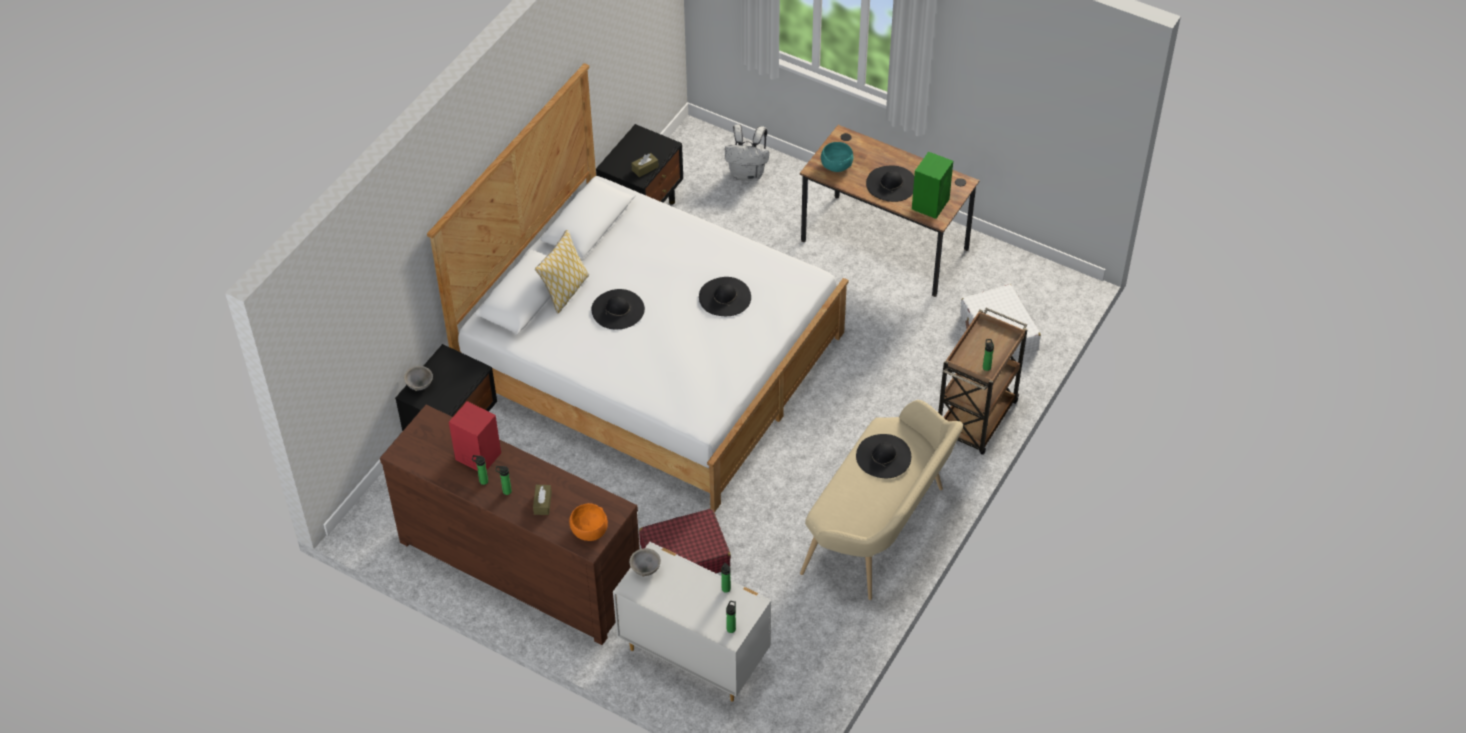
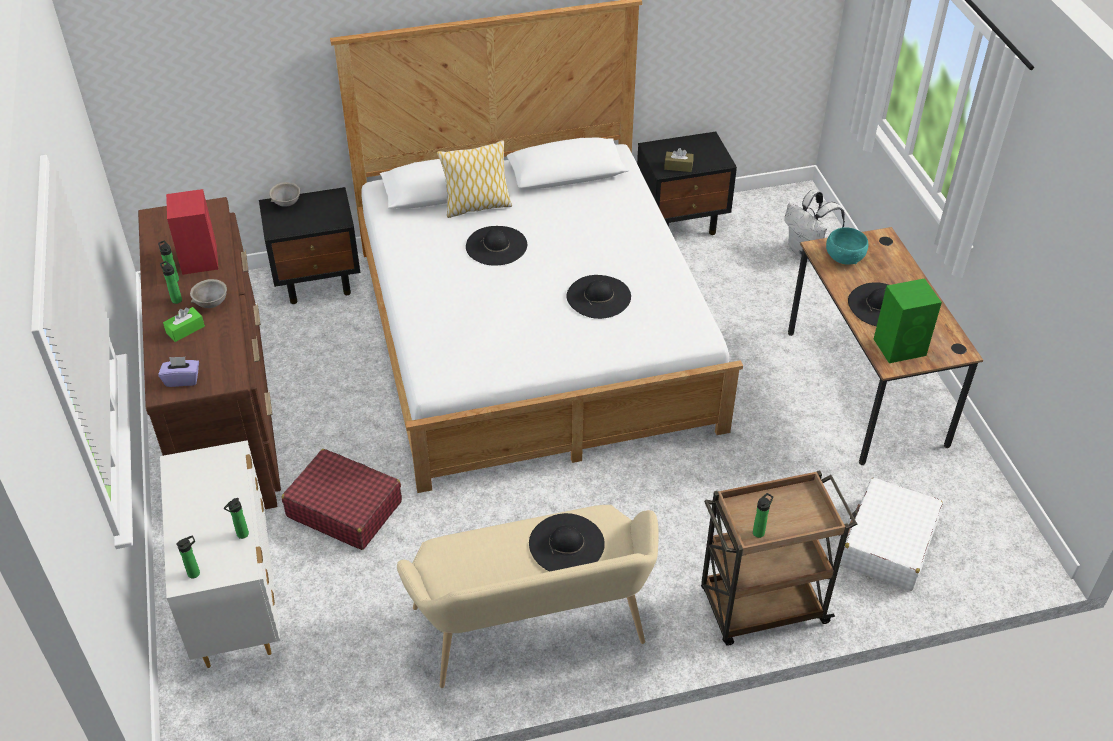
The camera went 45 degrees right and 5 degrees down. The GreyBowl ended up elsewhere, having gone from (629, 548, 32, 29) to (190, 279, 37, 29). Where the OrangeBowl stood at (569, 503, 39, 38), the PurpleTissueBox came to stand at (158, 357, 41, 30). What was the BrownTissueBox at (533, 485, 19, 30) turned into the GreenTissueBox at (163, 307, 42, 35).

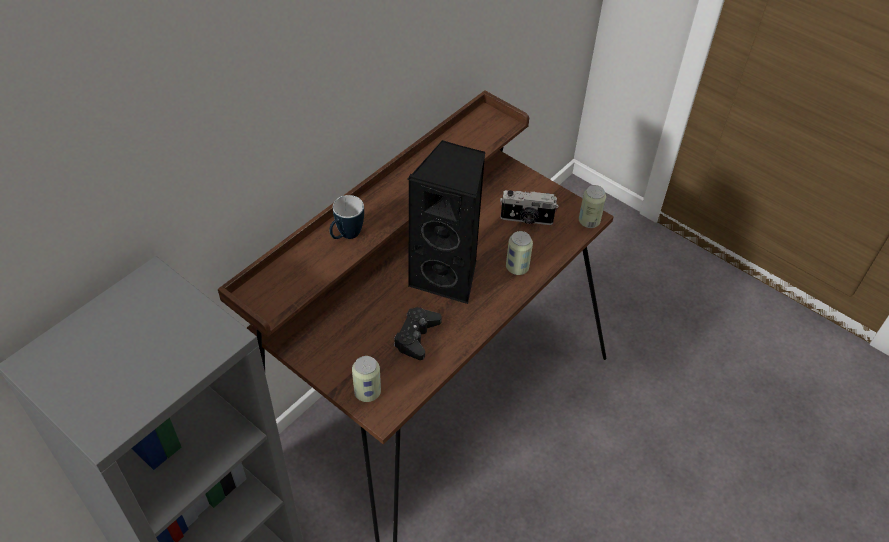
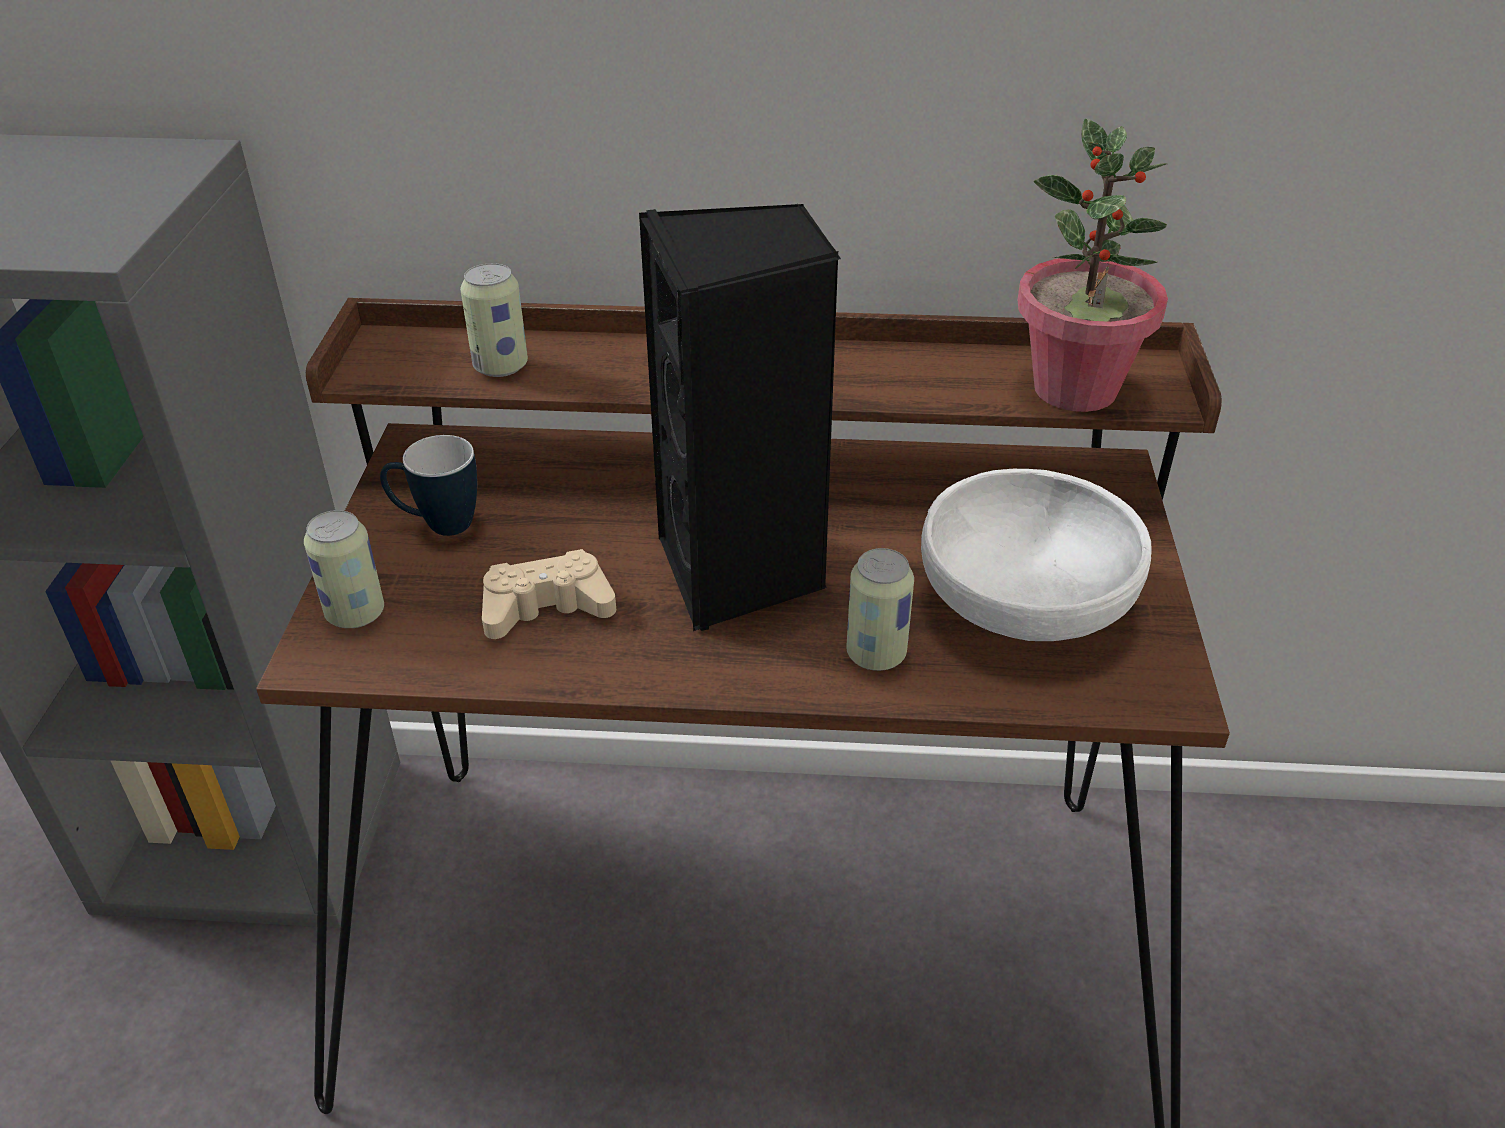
The camera went 55 degrees right and 10 degrees down. The second view gained the PottedPlant at (1017, 119, 151, 293). The Mug ended up elsewhere, having gone from (329, 195, 35, 44) to (380, 435, 97, 101). The Can ended up elsewhere, having gone from (579, 185, 27, 43) to (460, 263, 68, 114). Where the PhotoCamera stood at (500, 190, 58, 35), the WhiteBowl came to stand at (921, 469, 230, 172). What was the BlackGameController at (394, 307, 48, 53) turned into the BeigeGameController at (482, 549, 134, 90).

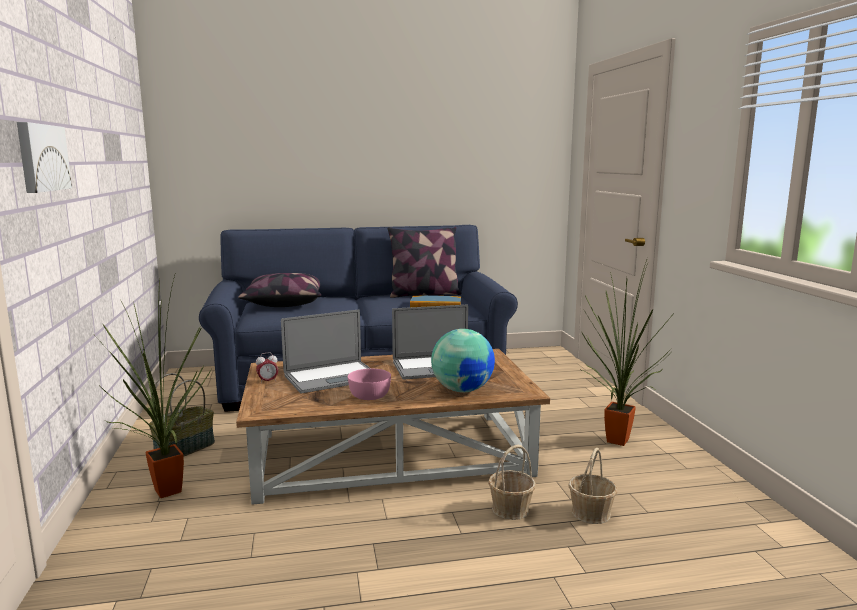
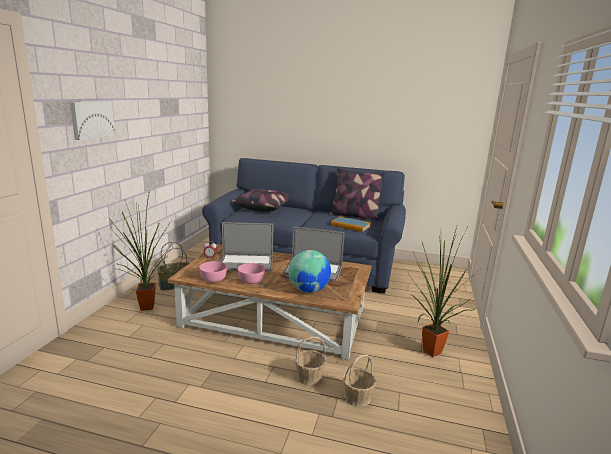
The camera went 25 degrees right and 5 degrees up. The second view gained the PinkBowl at (199, 261, 28, 21).

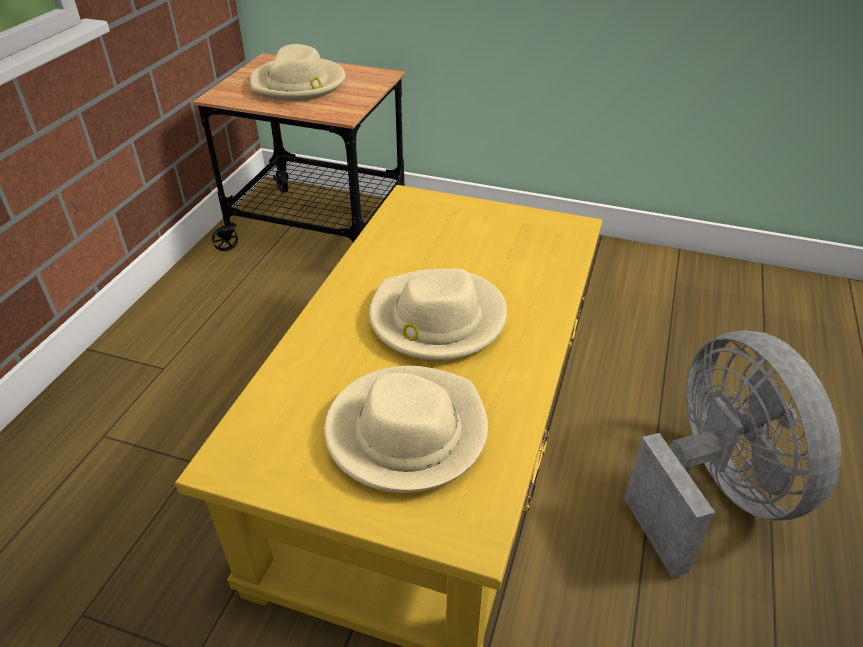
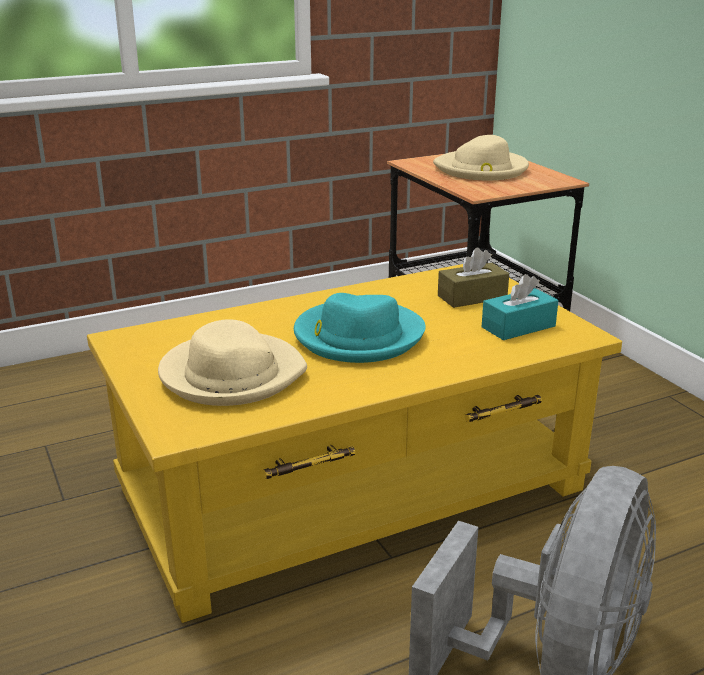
The camera went 45 degrees right and 15 degrees down. The second view gained the BrownTissueBox at (438, 248, 71, 60). The second view gained the TurquoiseTissueBox at (482, 274, 76, 66). What was the BeigeHat at (369, 268, 138, 93) turned into the TurquoiseHat at (294, 293, 132, 70).

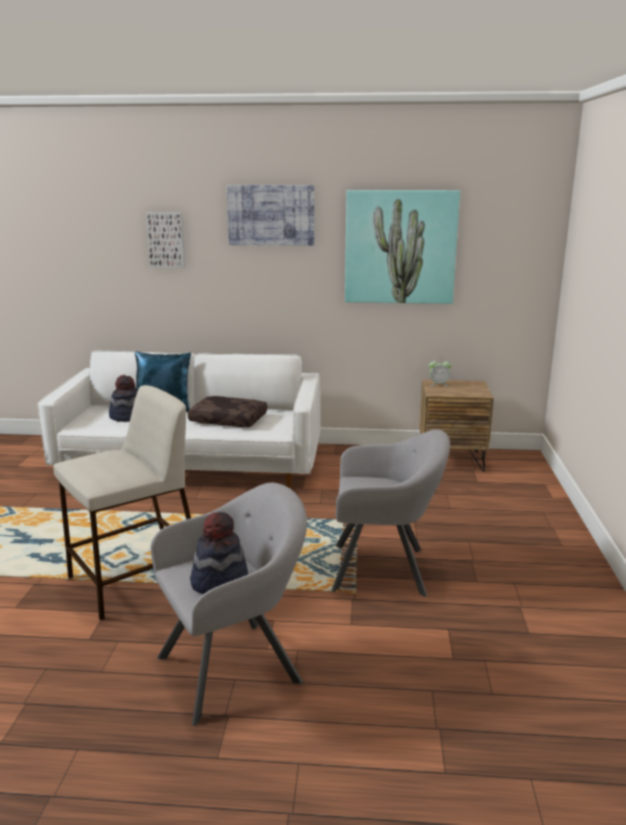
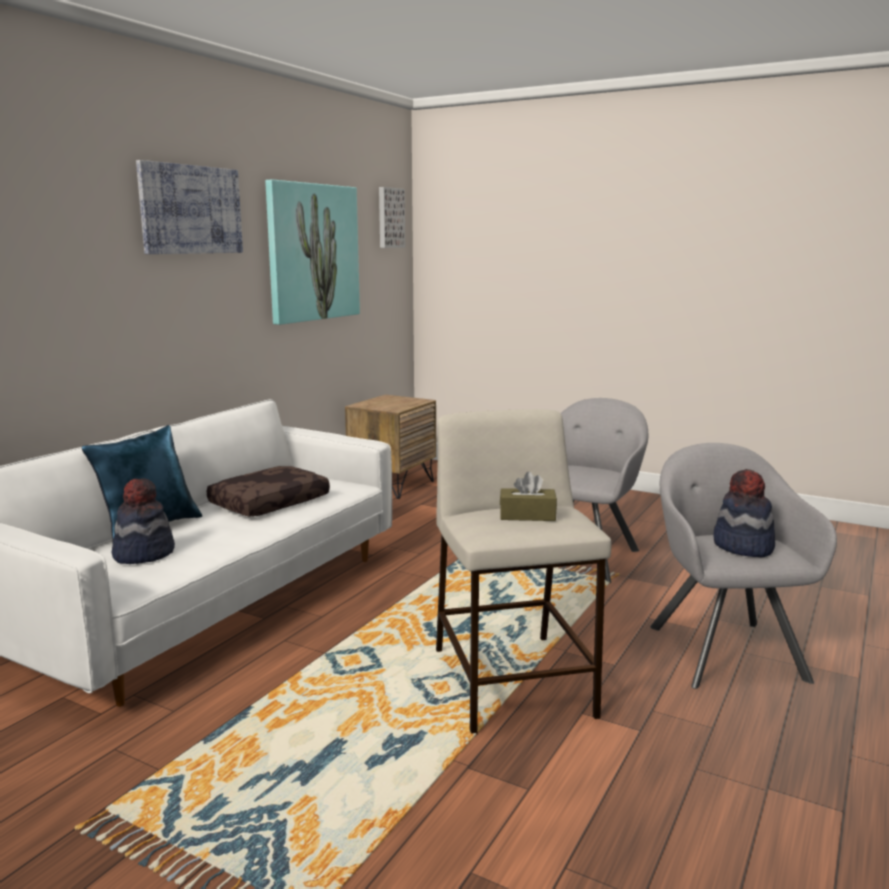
The camera went 65 degrees left and 5 degrees down. The second view lost the AlarmClock at (429, 357, 23, 30). The second view gained the BrownTissueBox at (500, 472, 57, 49). The Picture ended up elsewhere, having gone from (146, 213, 39, 55) to (379, 187, 26, 61).

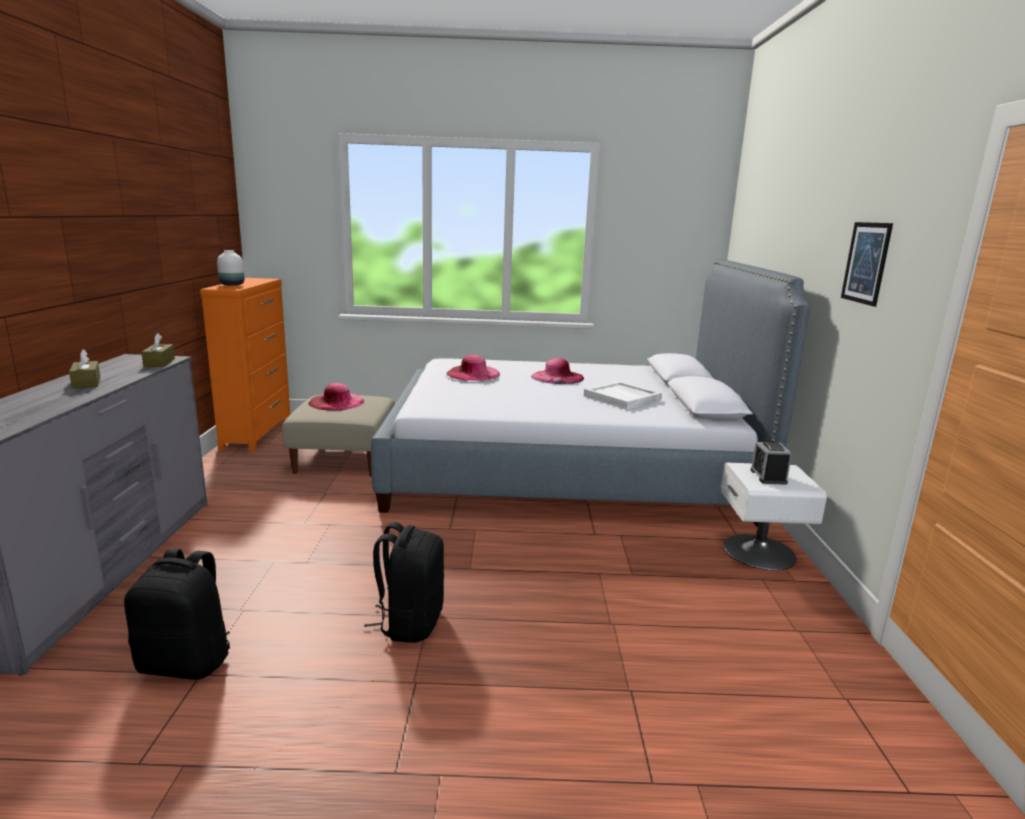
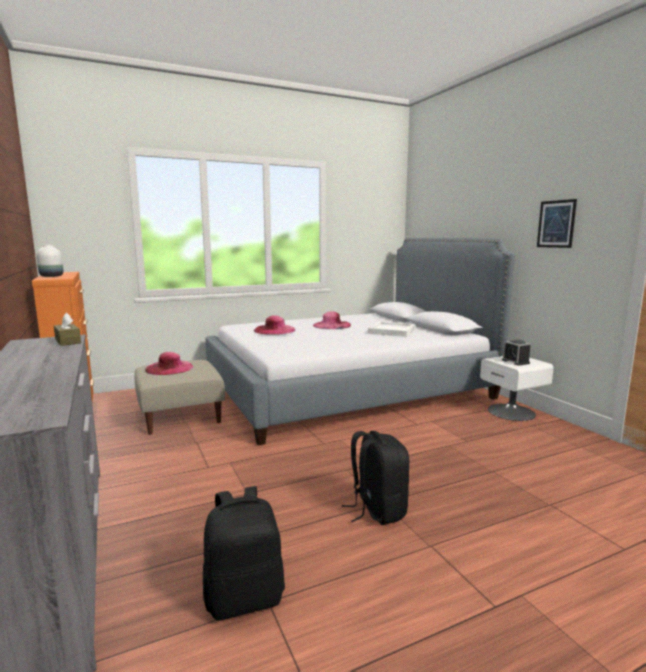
The camera went 25 degrees left and 5 degrees down. The second view lost the BrownTissueBox at (69, 349, 31, 40).

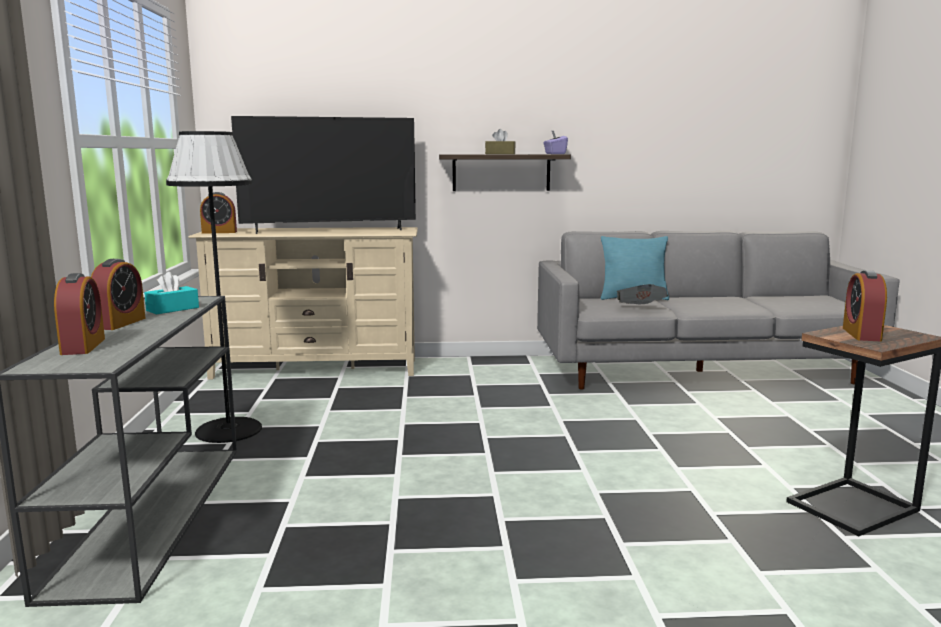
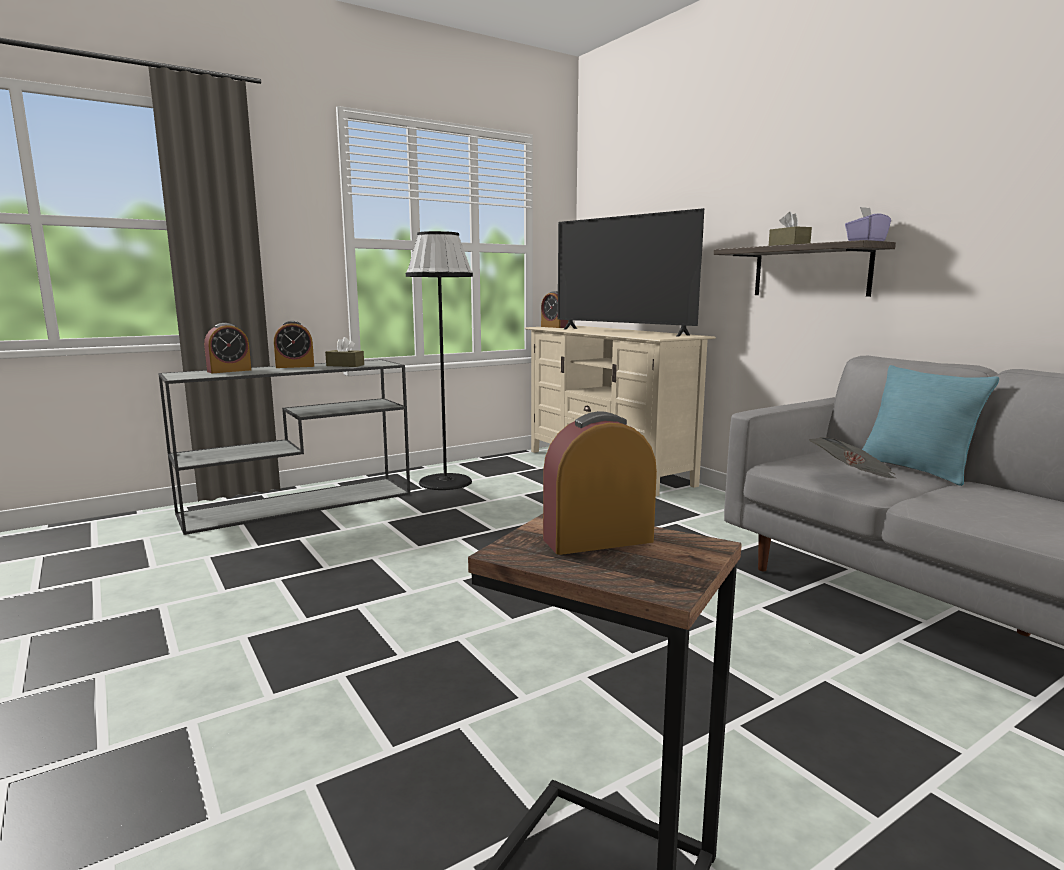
The camera went 60 degrees right and 0 degrees up. What was the TurquoiseTissueBox at (144, 272, 55, 42) turned into the BrownTissueBox at (325, 337, 39, 30).

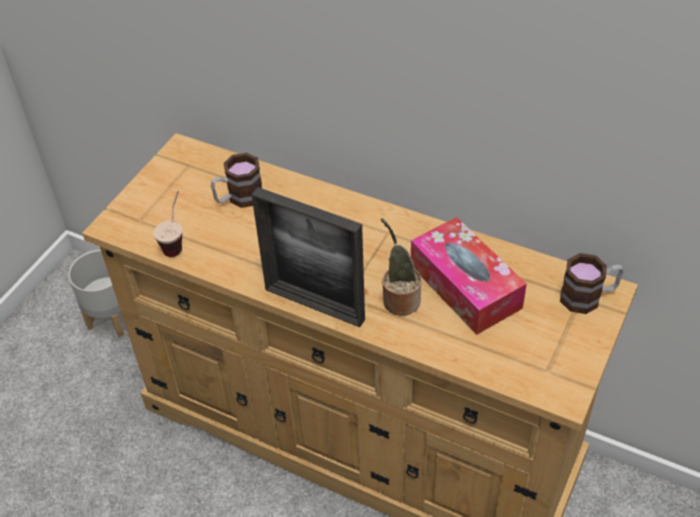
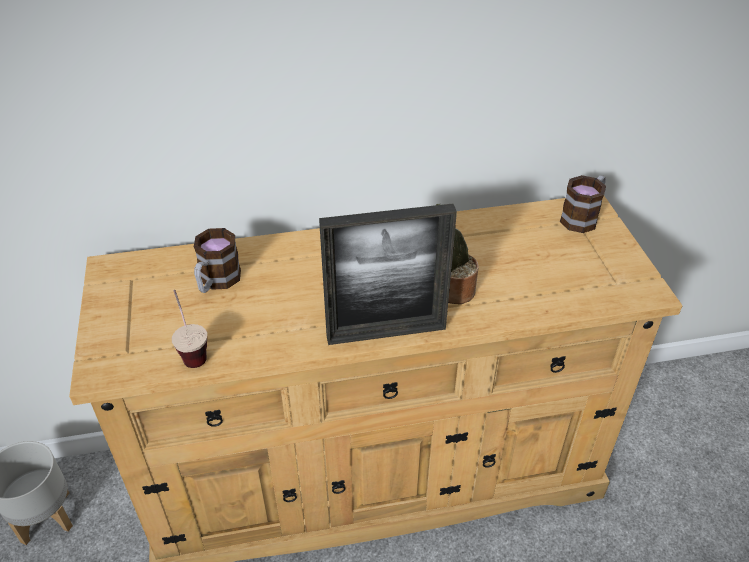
The camera went 40 degrees left and 5 degrees down. The second view lost the TissueBox at (411, 217, 116, 118).

